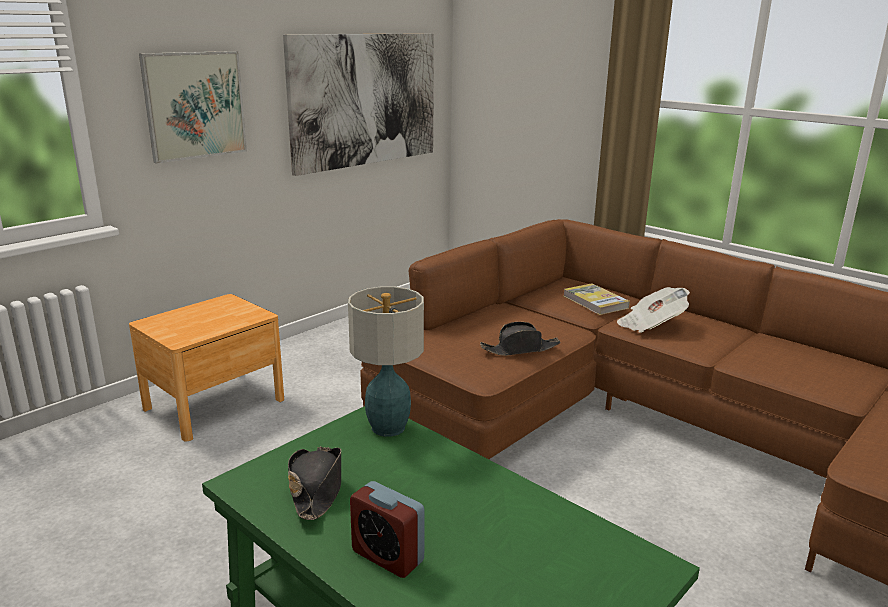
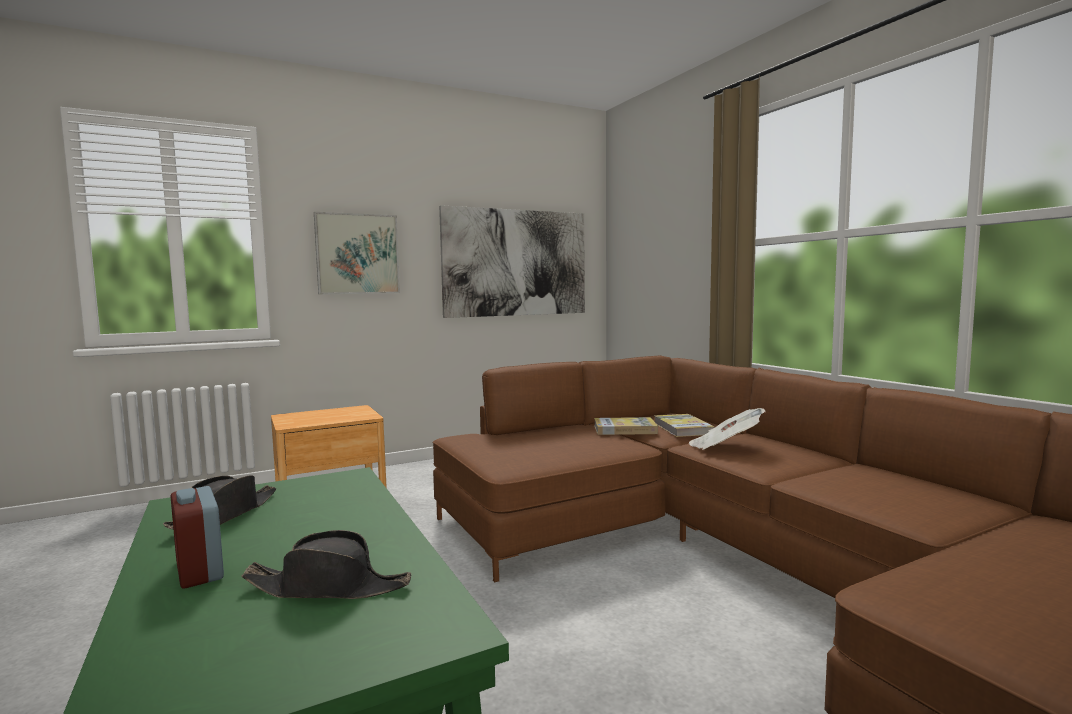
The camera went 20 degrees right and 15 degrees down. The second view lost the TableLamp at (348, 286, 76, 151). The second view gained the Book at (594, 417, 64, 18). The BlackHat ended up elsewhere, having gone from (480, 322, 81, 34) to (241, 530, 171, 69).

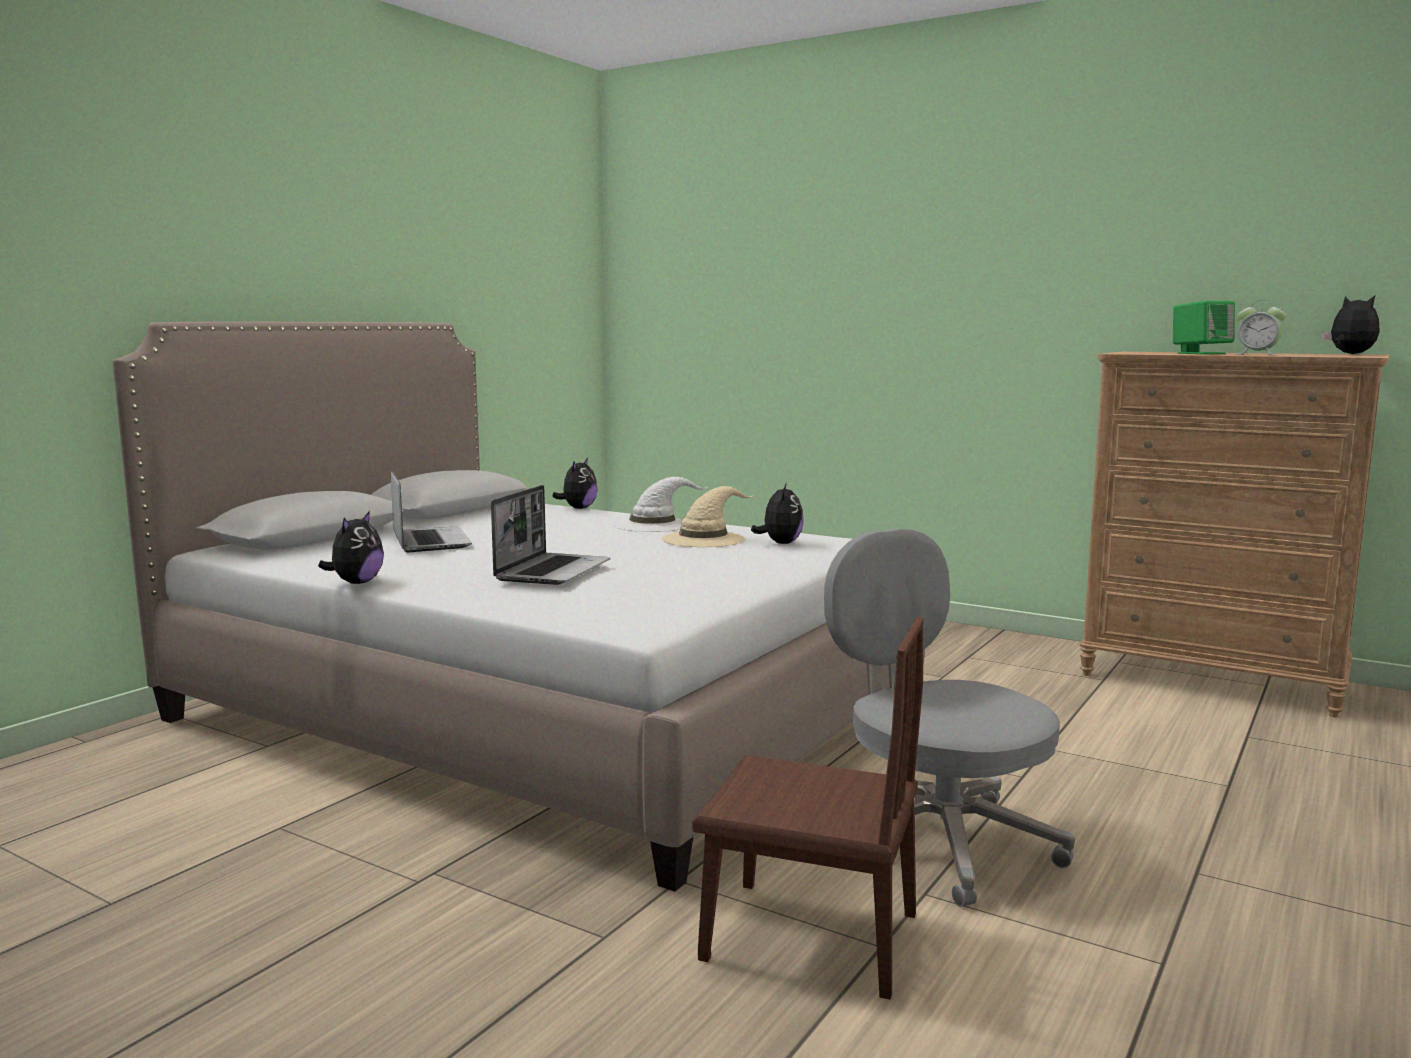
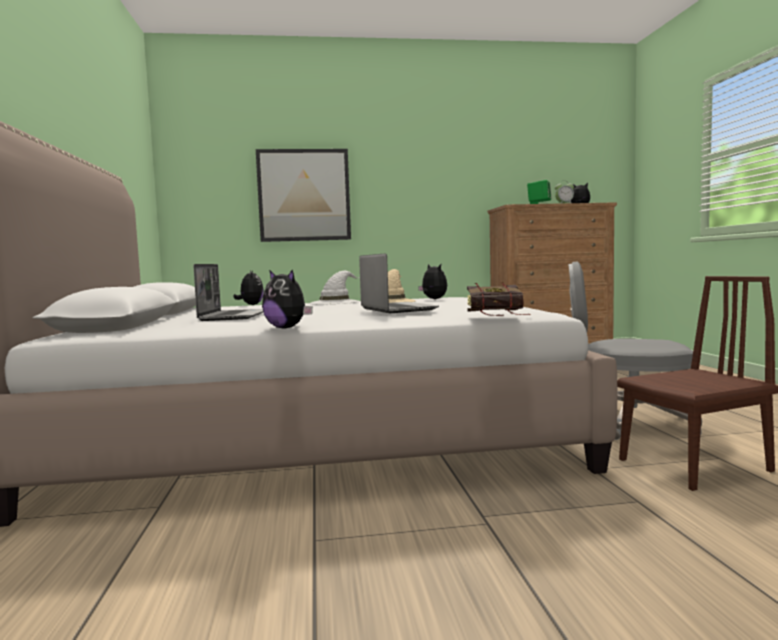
The camera went 40 degrees left and 5 degrees down. The second view gained the Picture at (256, 149, 95, 93). The second view gained the Book at (467, 282, 63, 34). The PlushToy at (318, 511, 66, 73) ended up facing another way, 150 degrees clockwise from before. The Laptop at (391, 471, 81, 81) ended up facing another way, 60 degrees clockwise from before.

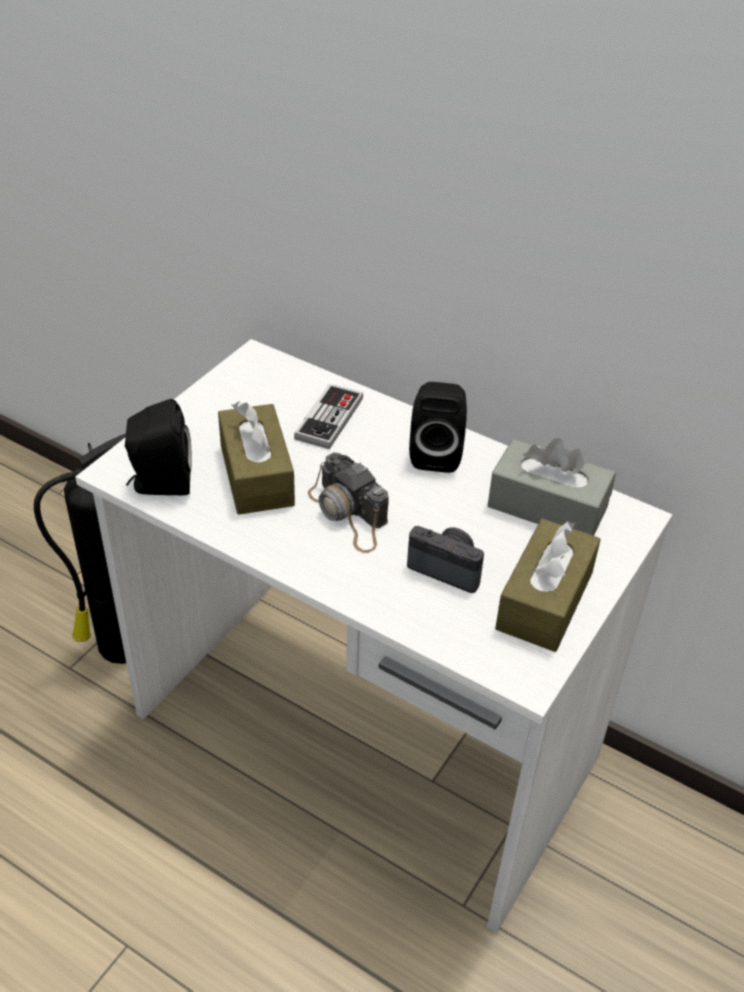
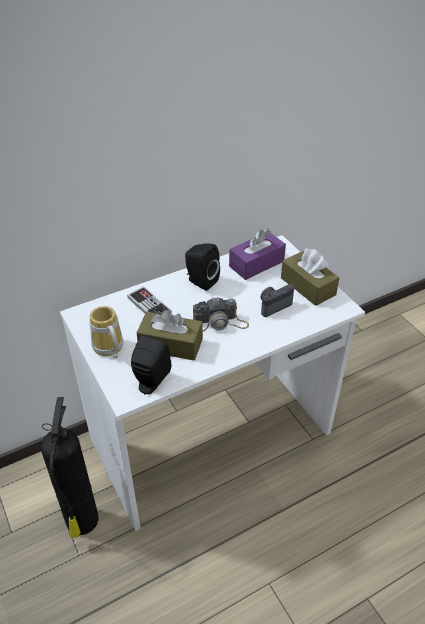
The camera went 60 degrees left and 0 degrees up. The second view gained the Mug at (89, 306, 34, 52). What was the GreyTissueBox at (488, 438, 128, 98) turned into the PurpleTissueBox at (229, 229, 57, 51).

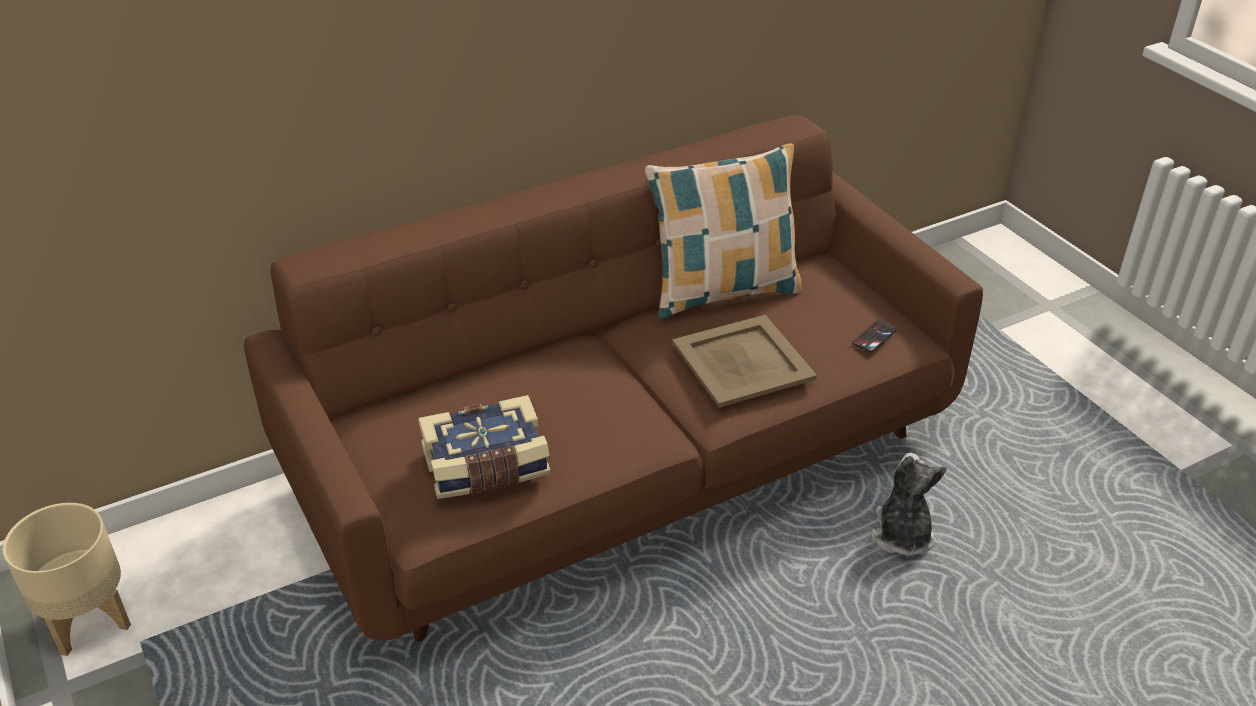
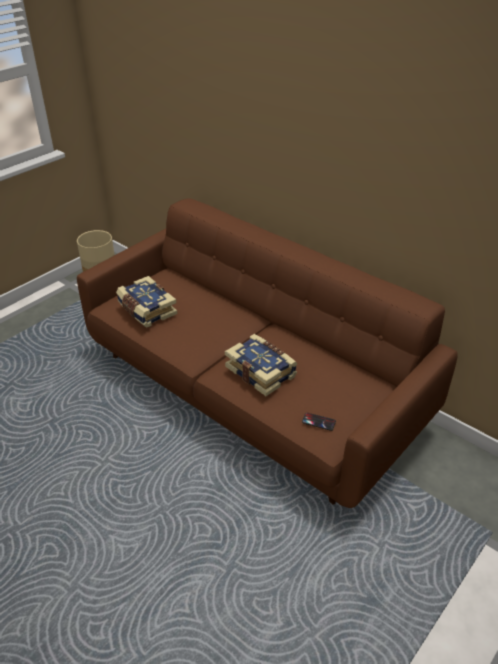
The camera went 70 degrees right and 0 degrees up. The second view lost the Pillow at (645, 143, 157, 176). The second view lost the PlushToy at (871, 453, 76, 103). Where the BeigeTray stood at (672, 315, 145, 93), the Book came to stand at (225, 334, 72, 62).

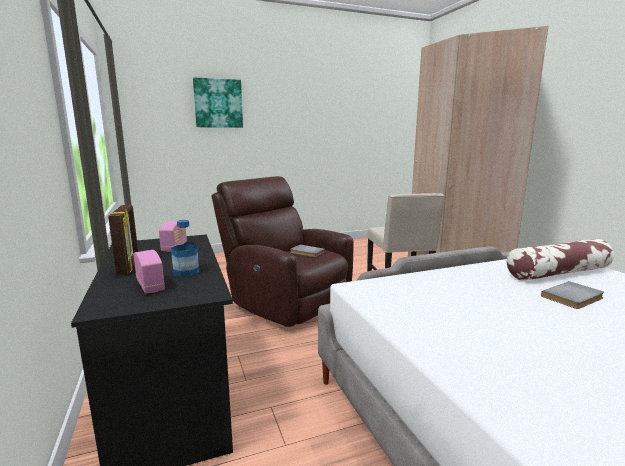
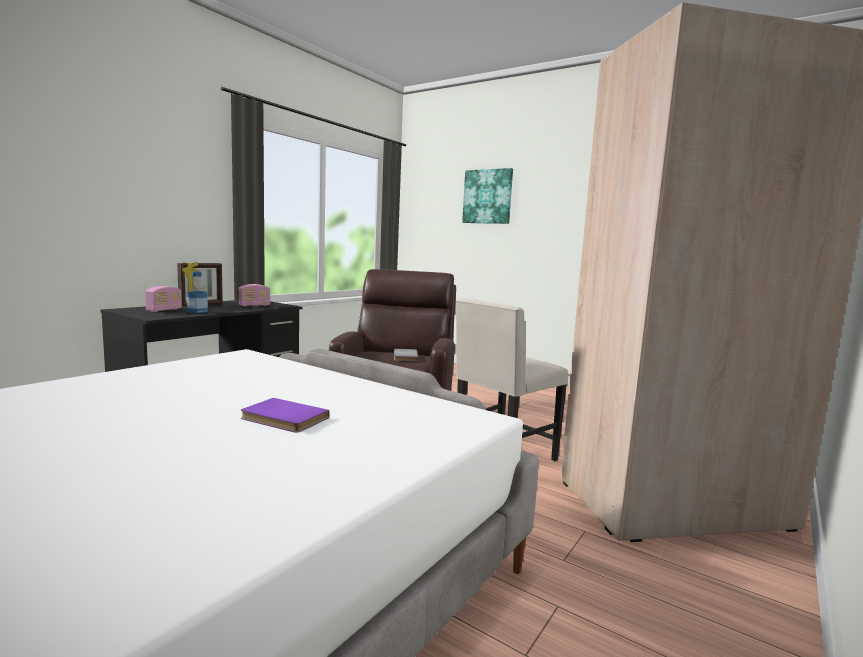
The camera went 55 degrees right and 5 degrees down. The second view lost the Pillow at (507, 239, 107, 42). What was the GreyBook at (541, 281, 63, 28) turned into the PurpleBook at (241, 398, 89, 35).

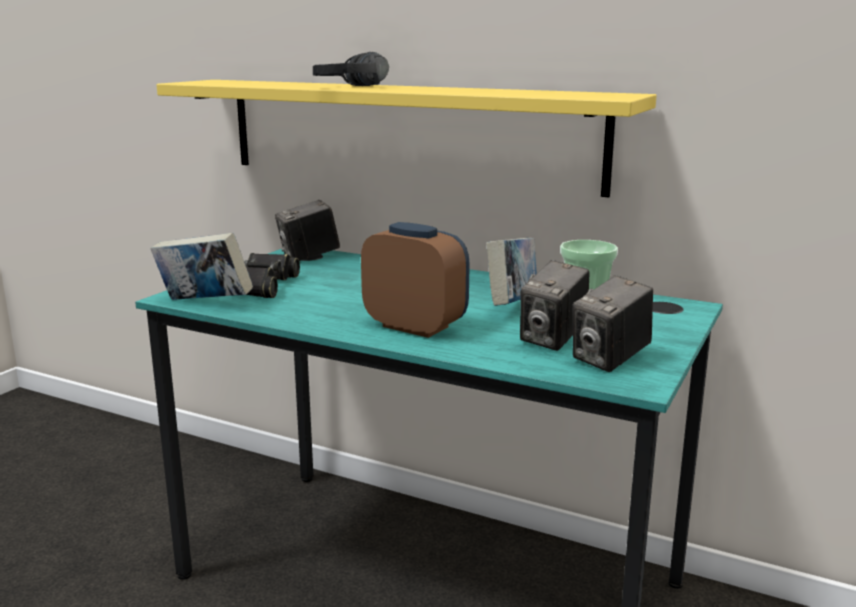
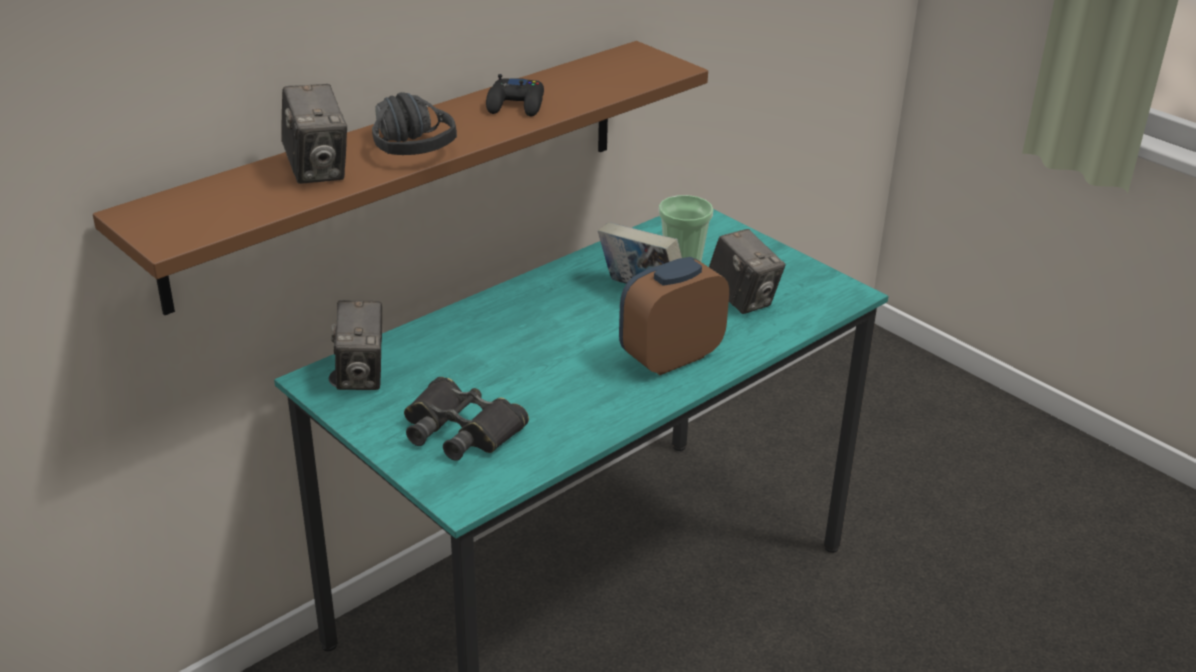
The camera went 70 degrees left and 15 degrees up. The second view lost the Book at (150, 233, 103, 67). The second view gained the BlackGameController at (486, 74, 58, 43). The PhotoCamera ended up elsewhere, having gone from (573, 275, 80, 97) to (281, 84, 66, 100). What was the YellowShelf at (157, 80, 500, 117) turned into the BrownShelf at (93, 41, 615, 274).

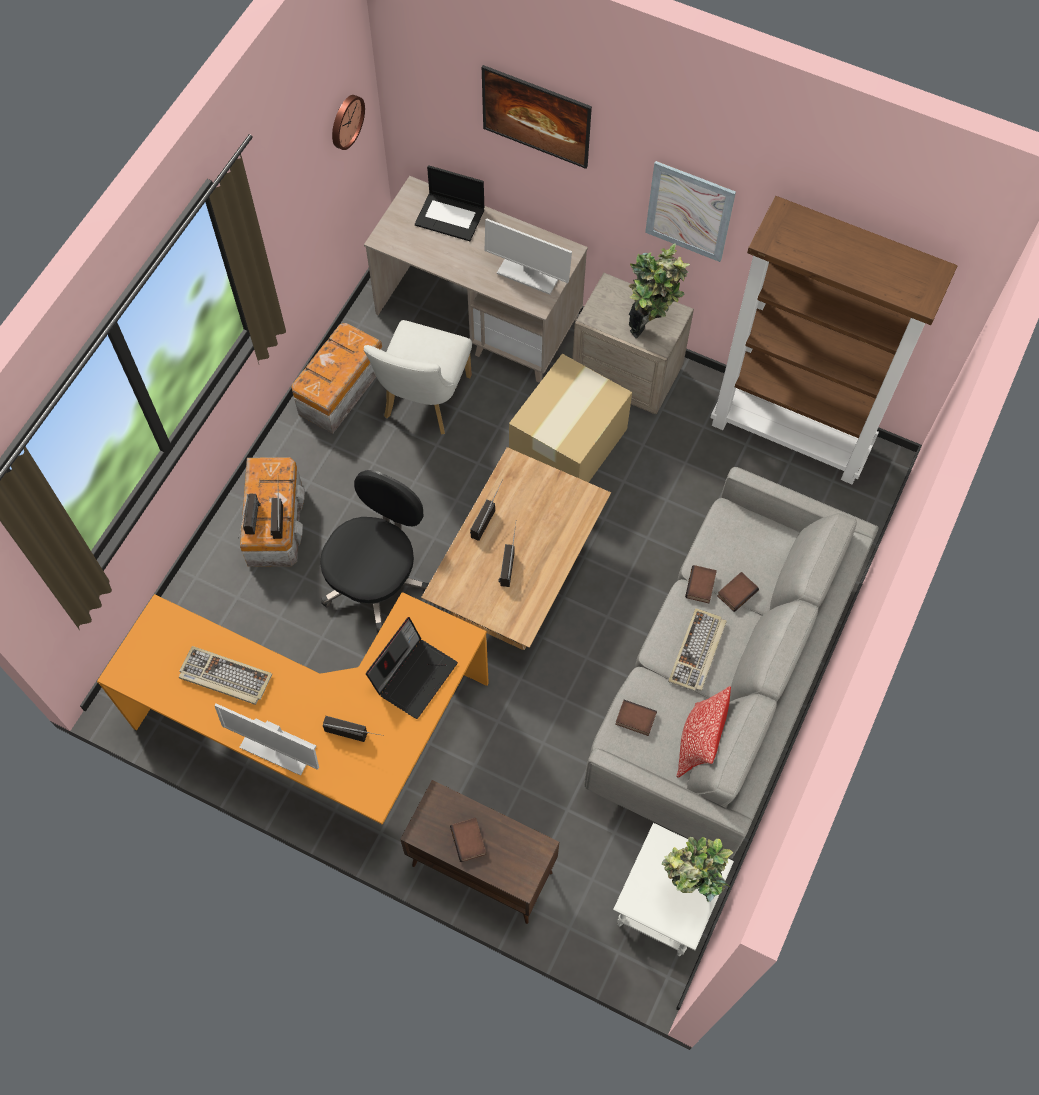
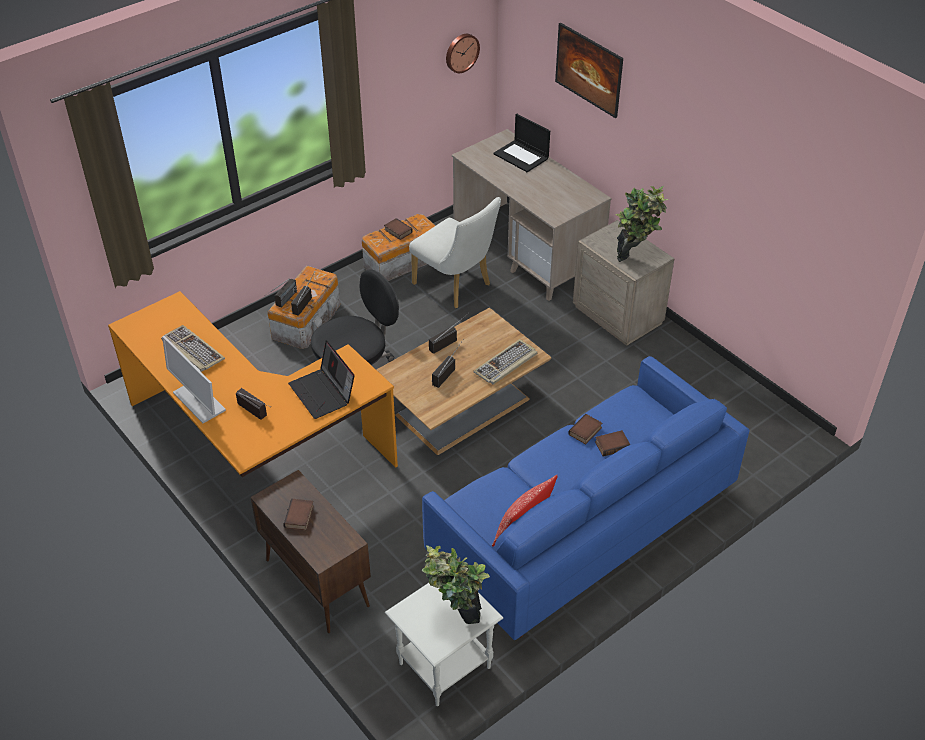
The camera went 25 degrees right and 20 degrees down. The second view lost the Monitor at (485, 218, 87, 77). The second view lost the CardboardBox at (509, 354, 123, 129). The second view lost the Picture at (645, 161, 91, 101). The second view lost the BrownBookcase at (710, 196, 247, 288). The Book ended up elsewhere, having gone from (615, 700, 42, 36) to (384, 218, 29, 22). The Keyboard ended up elsewhere, having gone from (668, 608, 59, 83) to (473, 339, 64, 46). What was the GreySofa at (584, 467, 295, 392) turned into the BlueSofa at (422, 356, 327, 284). The WhiteChair at (364, 320, 108, 114) ended up facing another way, 90 degrees counterclockwise from before. The Laptop at (366, 617, 92, 102) ended up facing another way, 90 degrees clockwise from before.

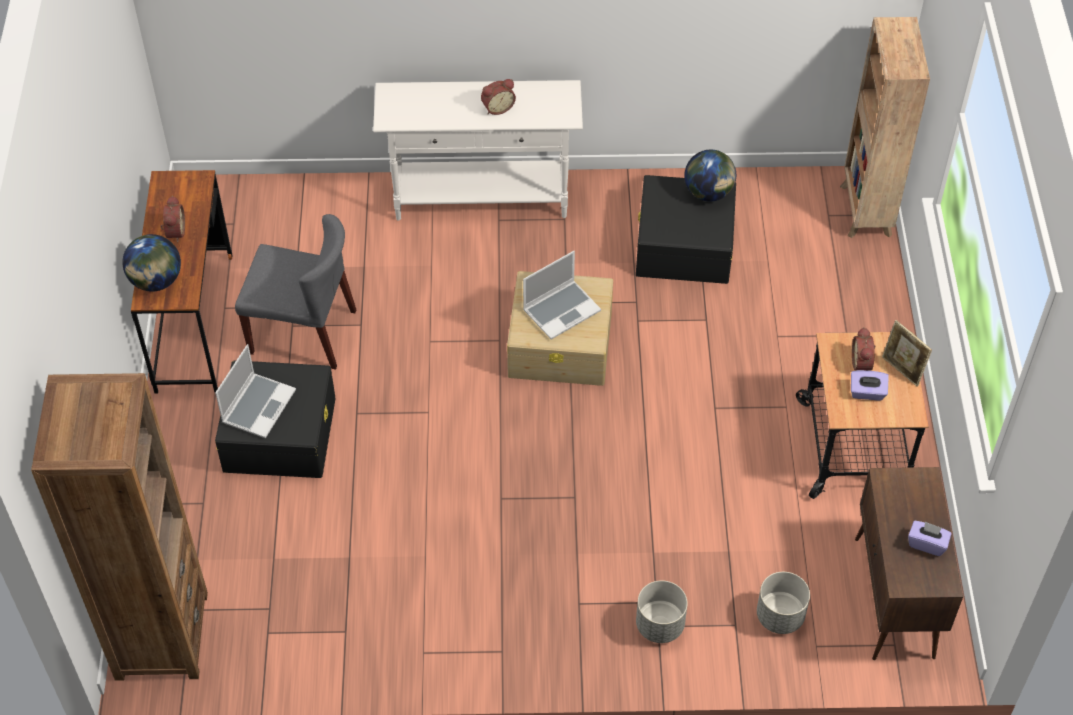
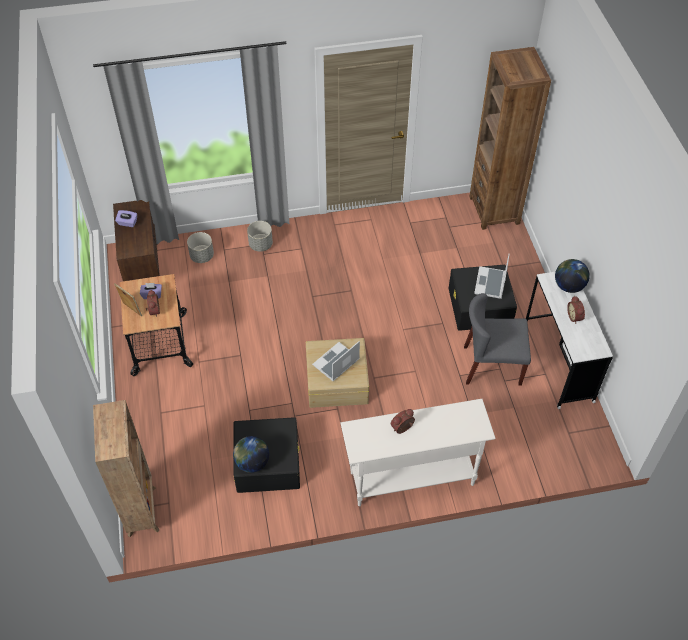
The camera went 170 degrees right and 0 degrees up. What was the BrownDesk at (131, 170, 101, 224) turned into the WhiteDesk at (526, 272, 87, 137).

